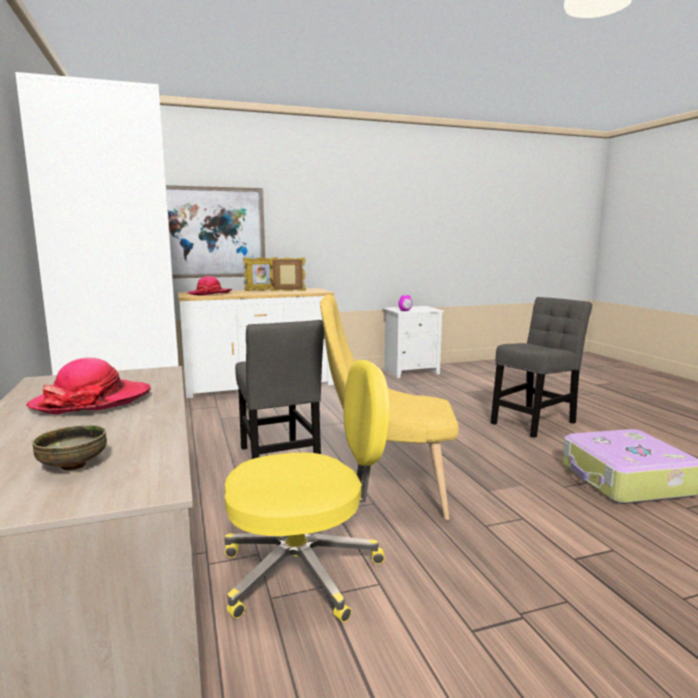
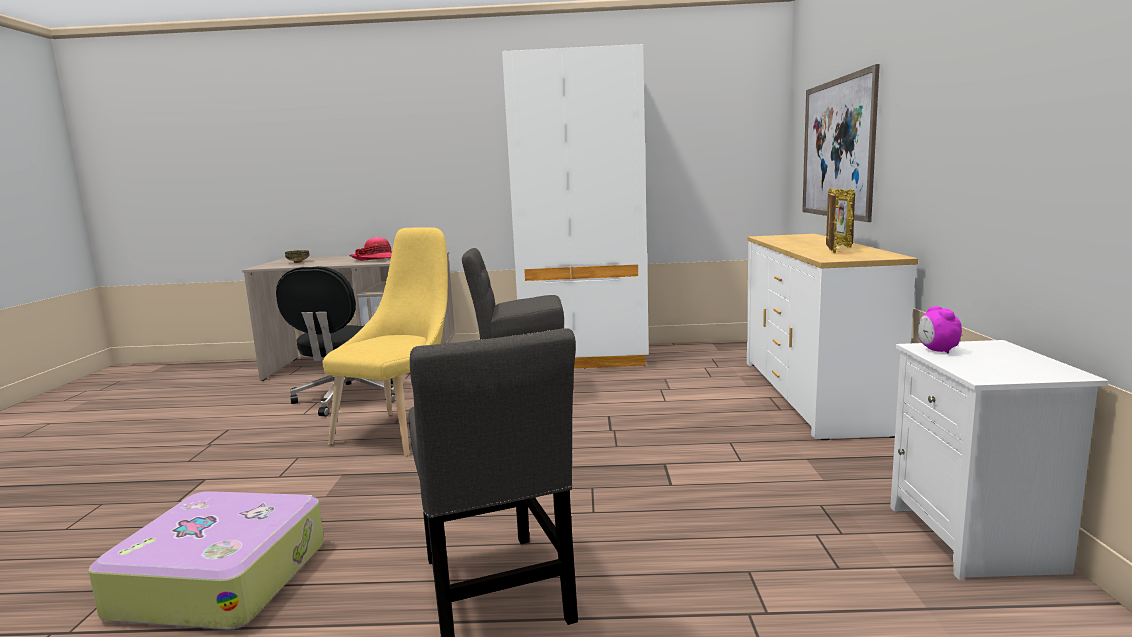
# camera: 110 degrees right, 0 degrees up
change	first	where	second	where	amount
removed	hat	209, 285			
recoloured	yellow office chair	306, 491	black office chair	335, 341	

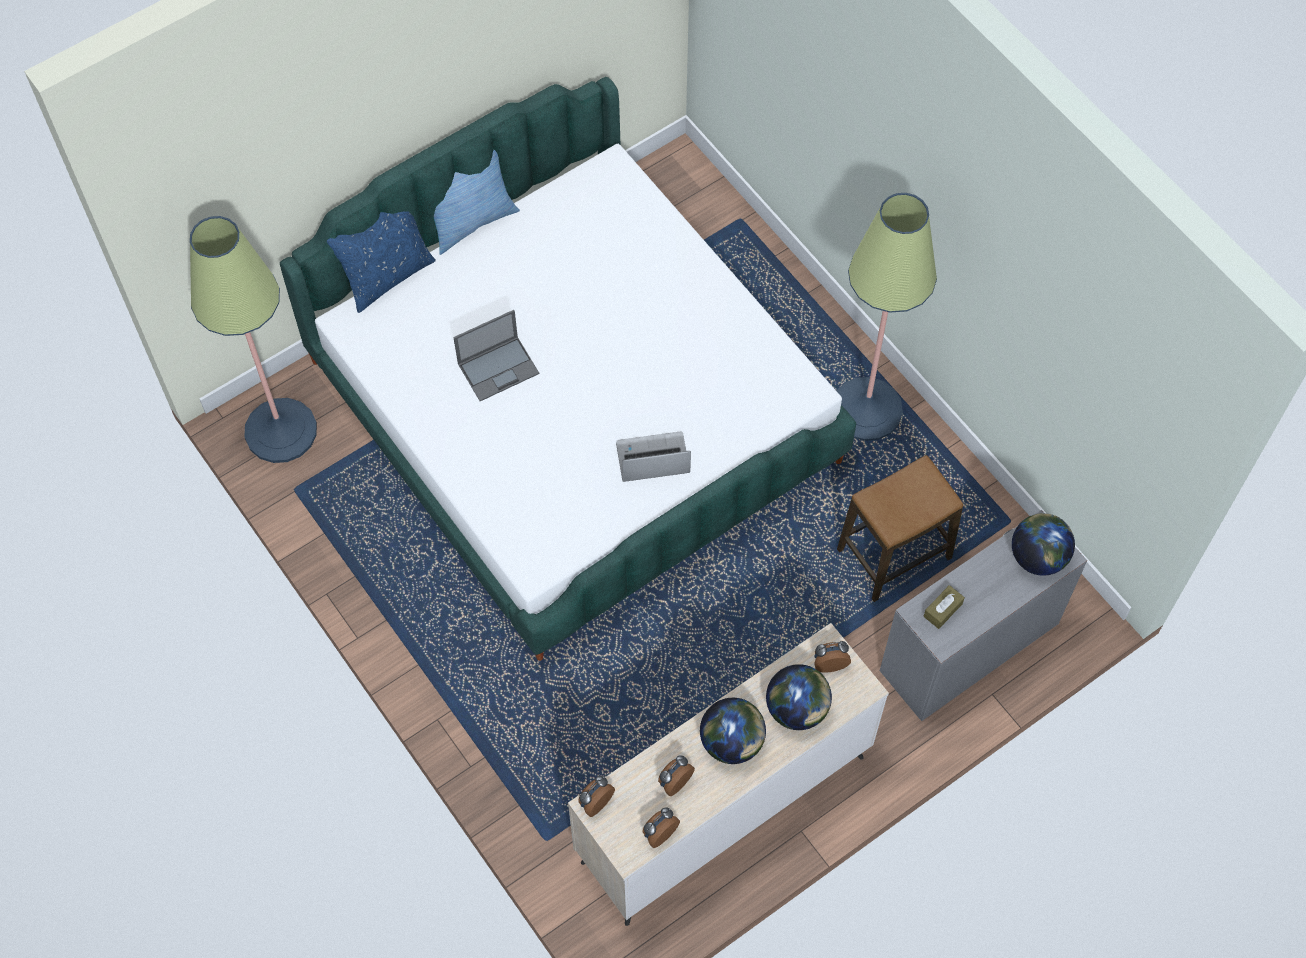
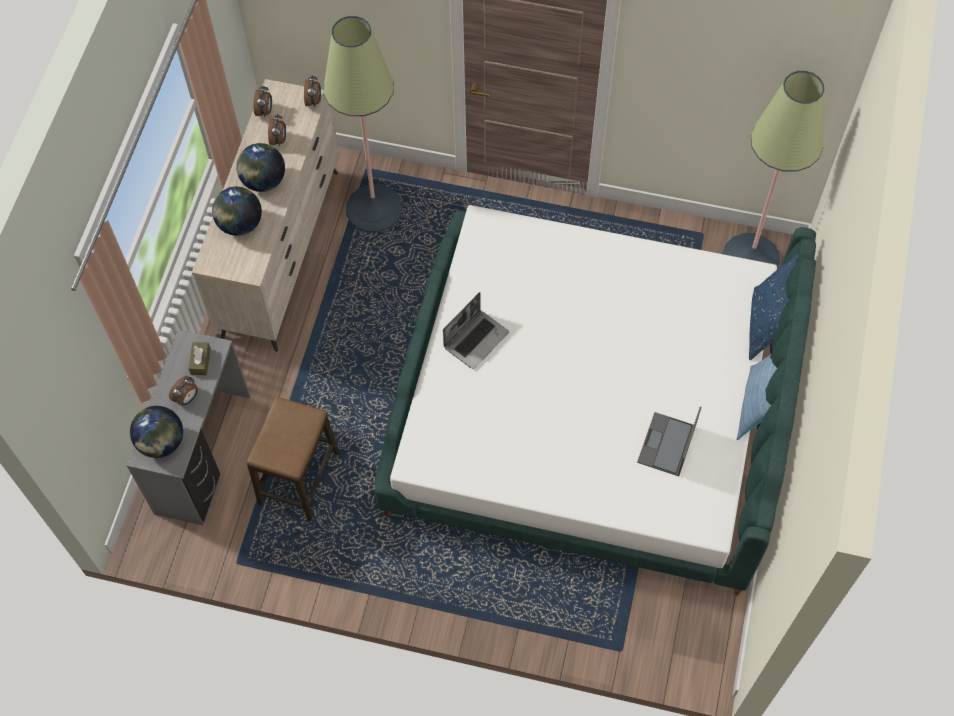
# camera: 140 degrees right, 0 degrees up
change	first	where	second	where	amount
moved	laptop	496, 355		669, 441	
moved	alarm clock	832, 657		183, 391	
moved	floor lamp	887, 317		363, 124	

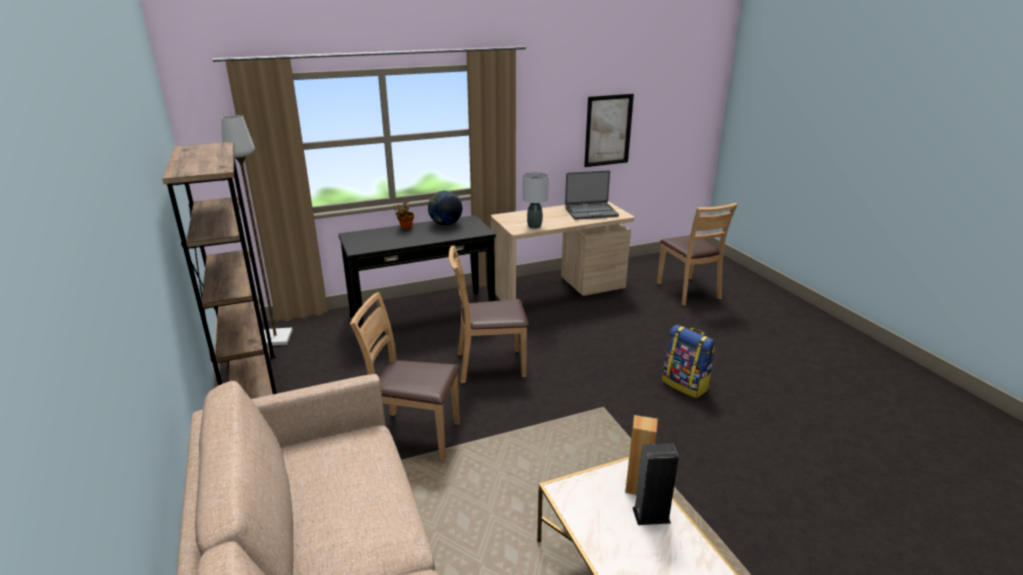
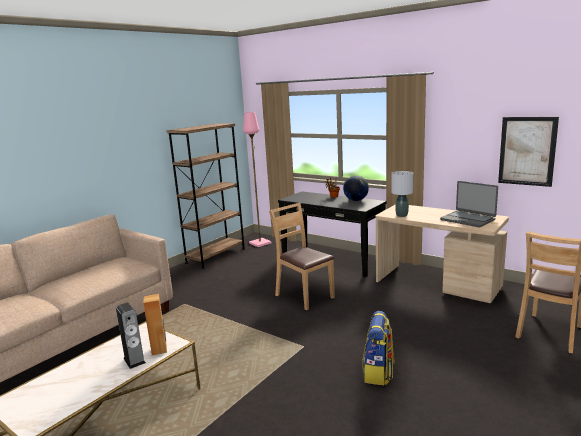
# camera: 60 degrees right, 10 degrees down
change	first	where	second	where	amount
removed	brown chair	405, 376			
recoloured	grey floor lamp	257, 230	pink floor lamp	257, 179	

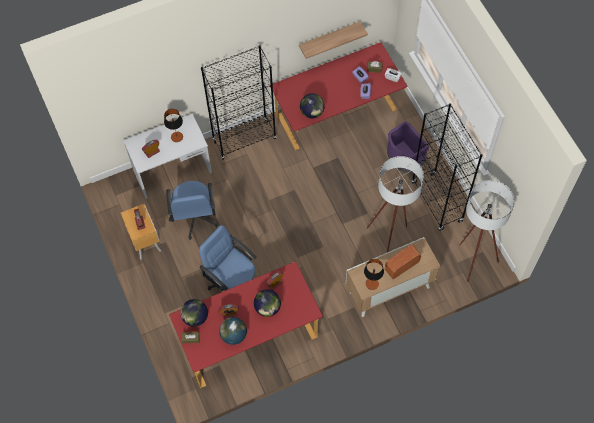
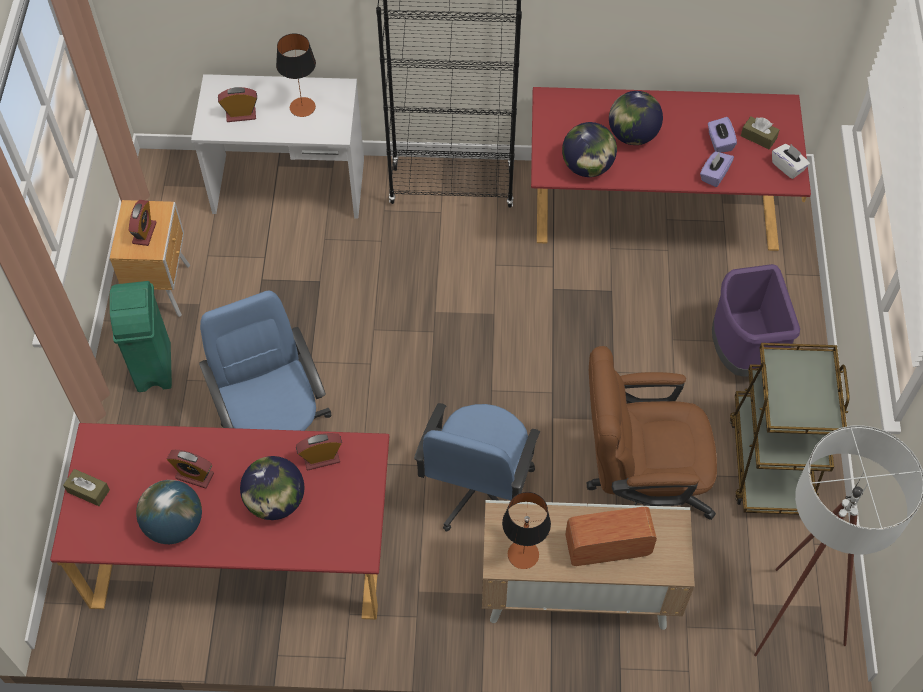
# camera: 25 degrees right, 5 degrees down
change	first	where	second	where	amount
removed	shelf	333, 40			
added			green trash can	141, 336	
moved	blue office chair	192, 210		477, 467	
moved	globe	194, 313		636, 118	
replaced	white floor lamp	395, 204	brown office chair	652, 433	
replaced	black bookcase	447, 167	brown cart	789, 429	

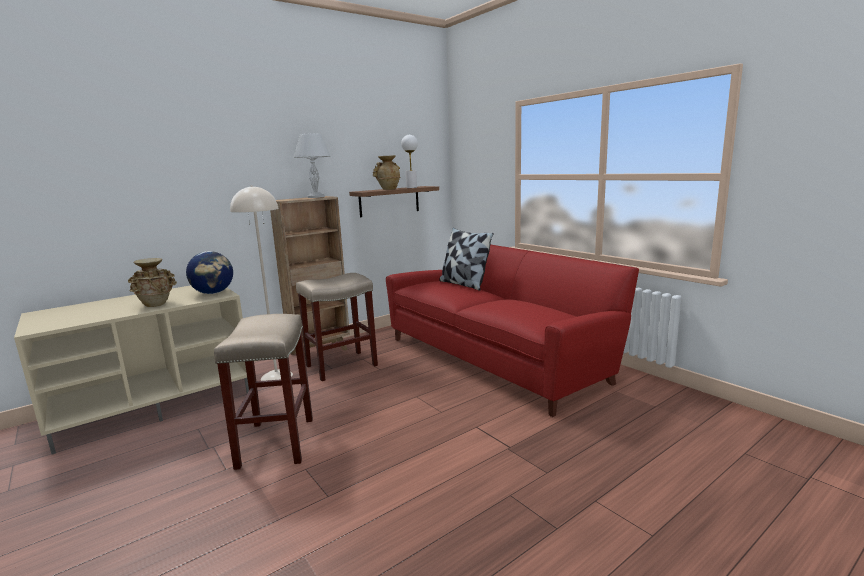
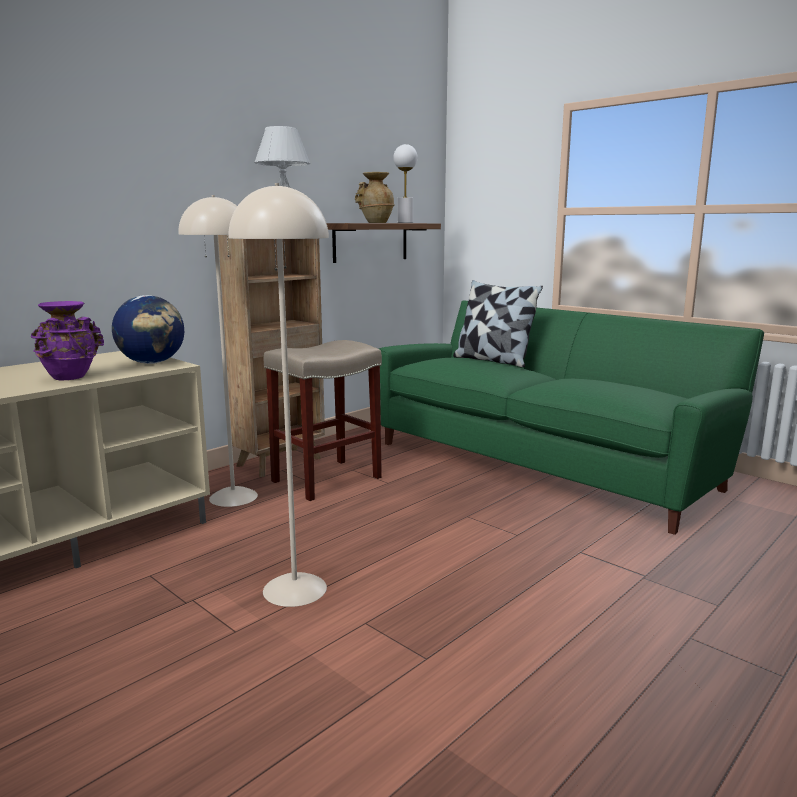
# camera: 10 degrees left, 0 degrees up
change	first	where	second	where	amount
replaced	beige stool	263, 392	beige floor lamp	278, 395	
recoloured	beige vase	152, 282	purple vase	67, 340	
recoloured	red sofa	512, 330	green sofa	571, 417	

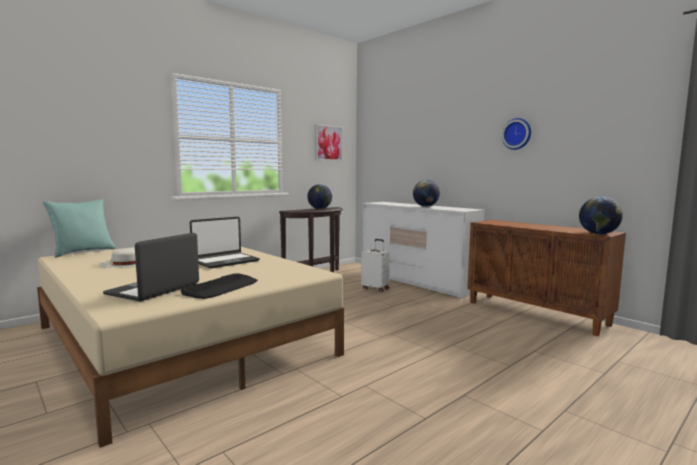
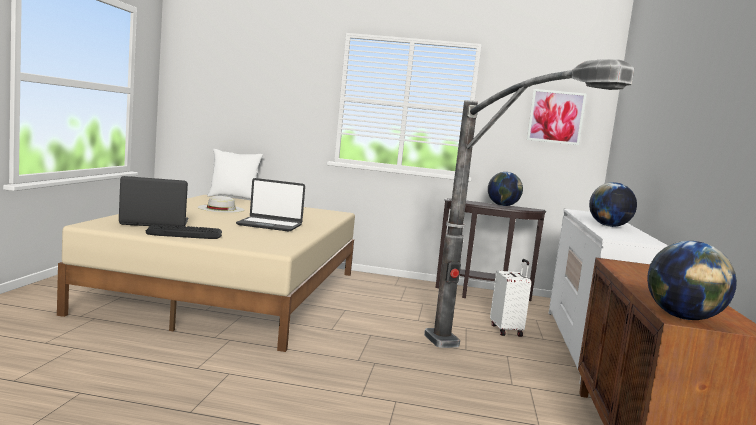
# camera: 50 degrees right, 0 degrees up
change	first	where	second	where	amount
removed	wall clock	516, 134			
added			floor lamp	529, 203	
recoloured	turquoise pillow	79, 228	white pillow	235, 174	

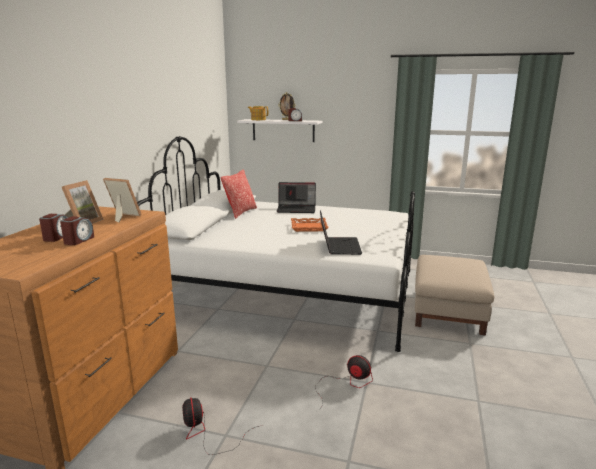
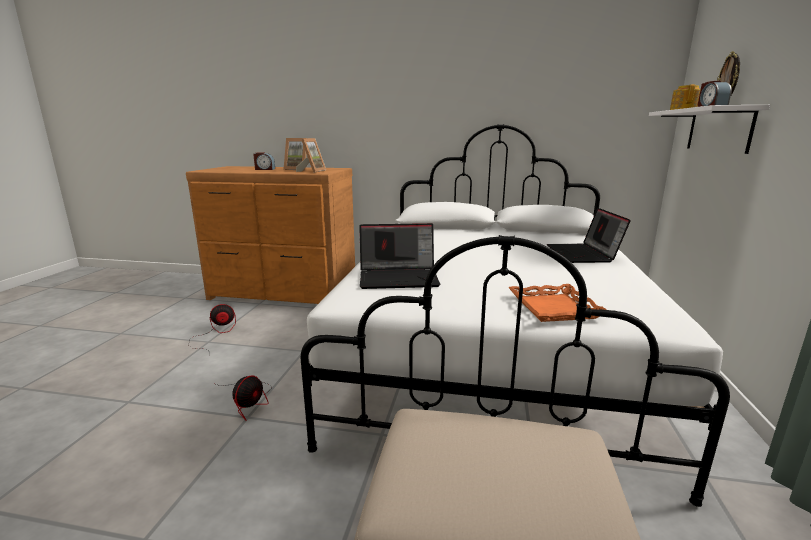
# camera: 85 degrees right, 0 degrees up
change	first	where	second	where	amount
removed	alarm clock	77, 230			
removed	pillow	239, 194			
moved	orange tray	310, 225		557, 303	

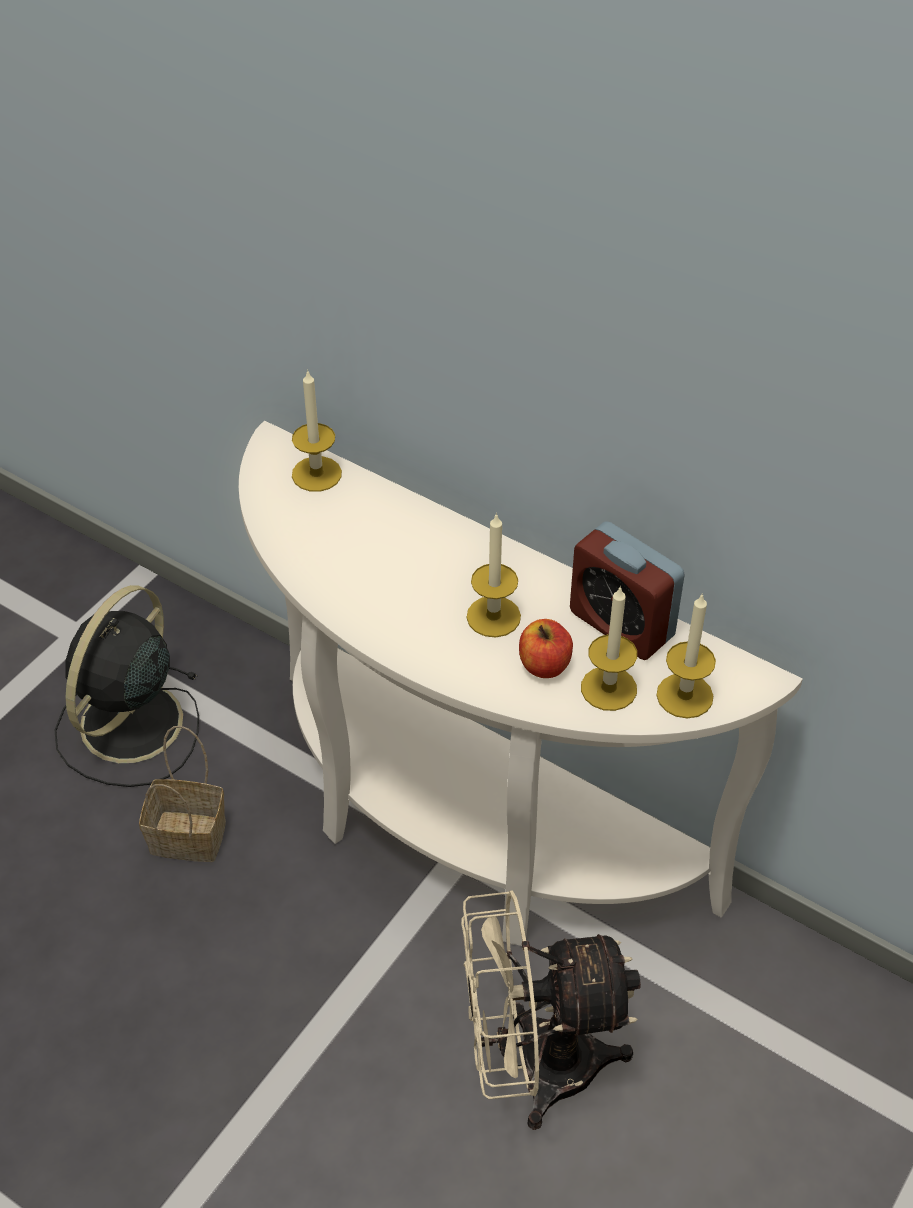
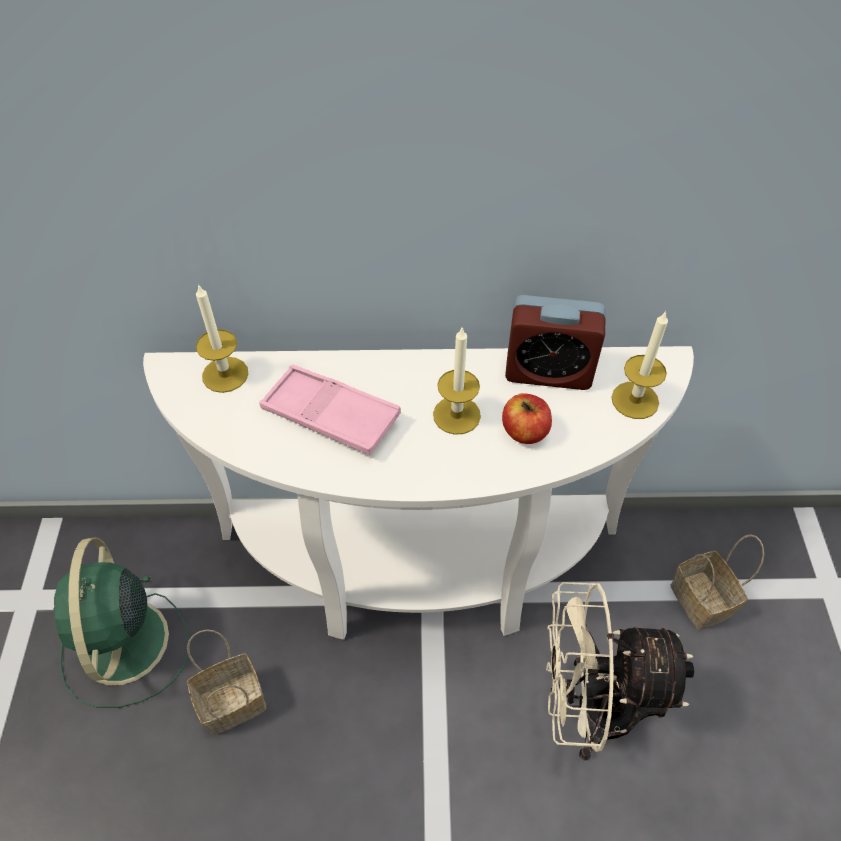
# camera: 35 degrees left, 5 degrees up
change	first	where	second	where	amount
removed	candle	609, 648			
added			pink tray	330, 409	
added			basket	717, 582	
recoloured	black fan	127, 686	green fan	121, 622	
turned	beige fan	551, 1010		620, 671	45 degrees clockwise

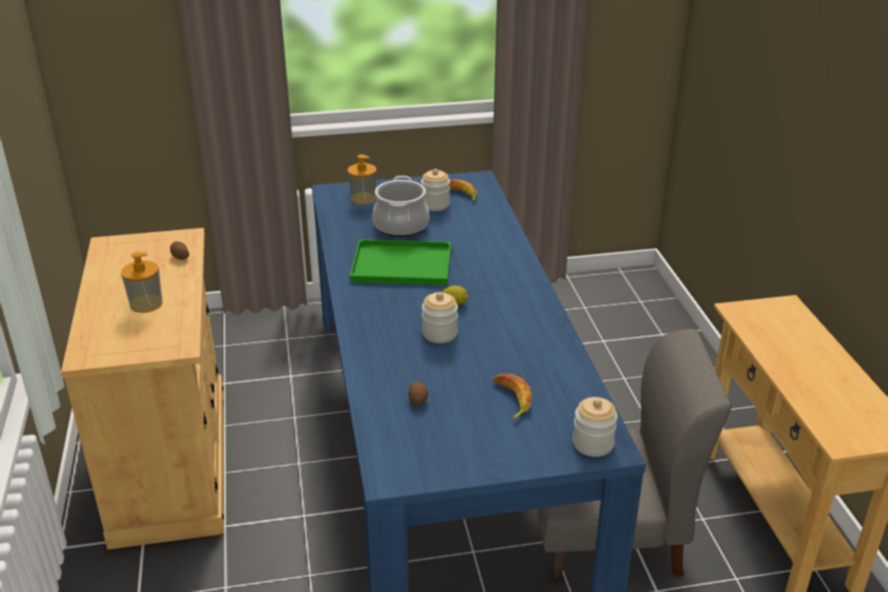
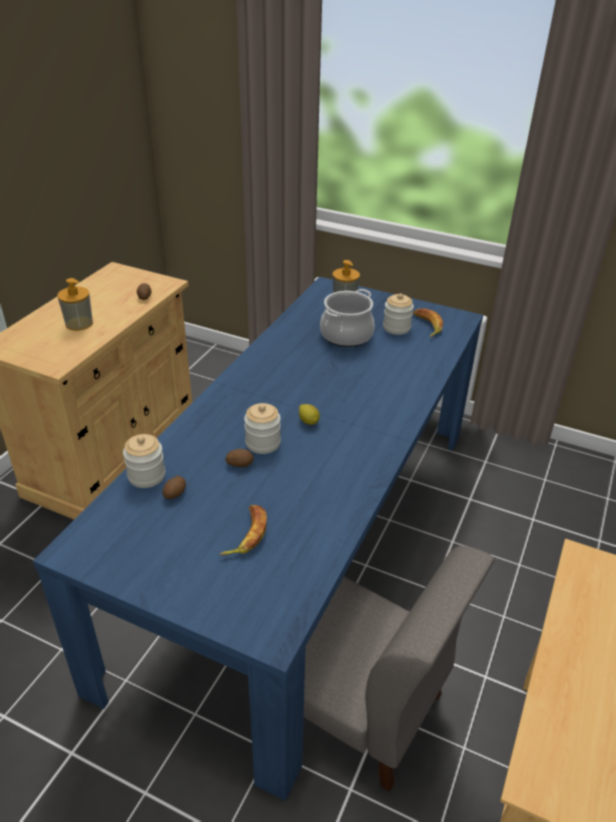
# camera: 35 degrees right, 5 degrees up
change	first	where	second	where	amount
removed	green tray	400, 262			
added			potato	240, 458	
moved	jar	595, 427		144, 461	

